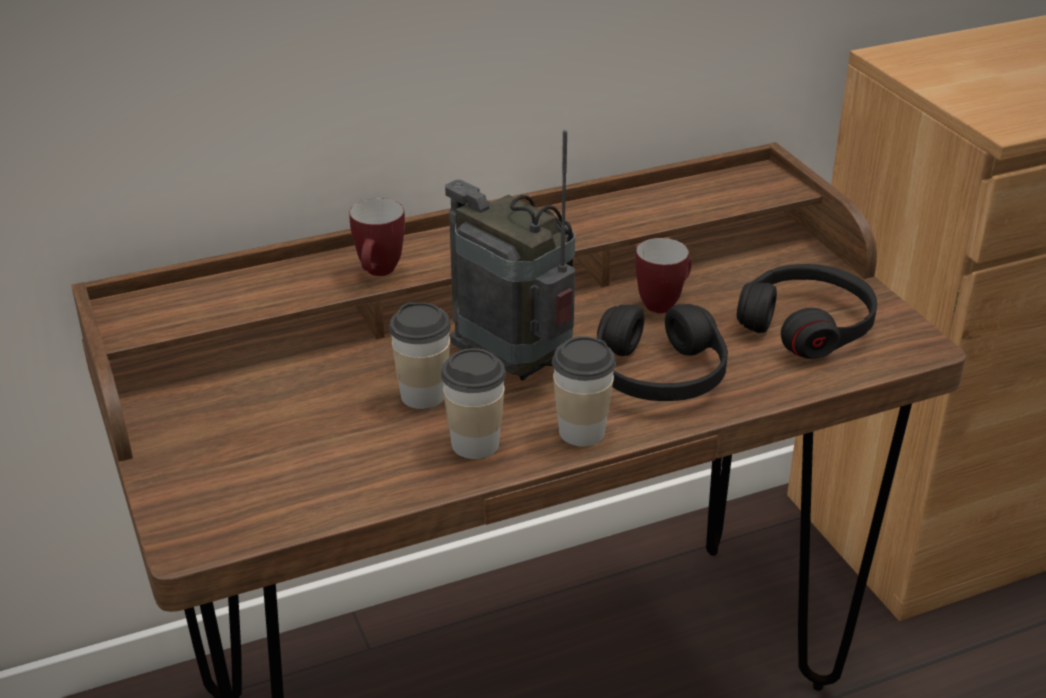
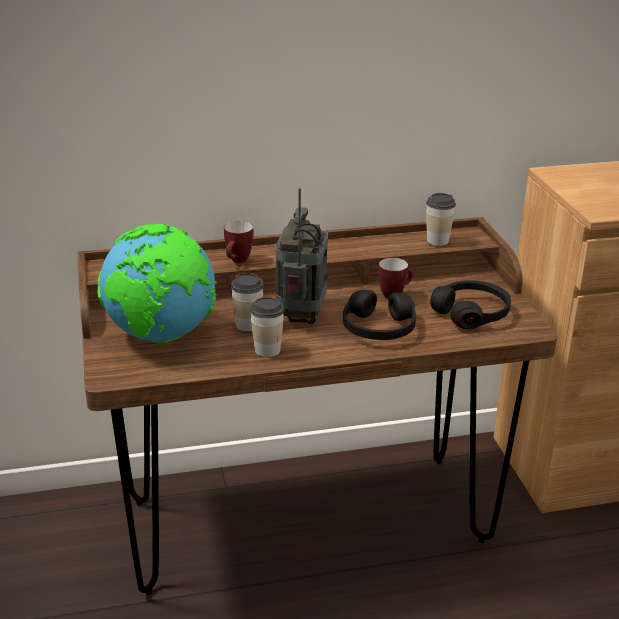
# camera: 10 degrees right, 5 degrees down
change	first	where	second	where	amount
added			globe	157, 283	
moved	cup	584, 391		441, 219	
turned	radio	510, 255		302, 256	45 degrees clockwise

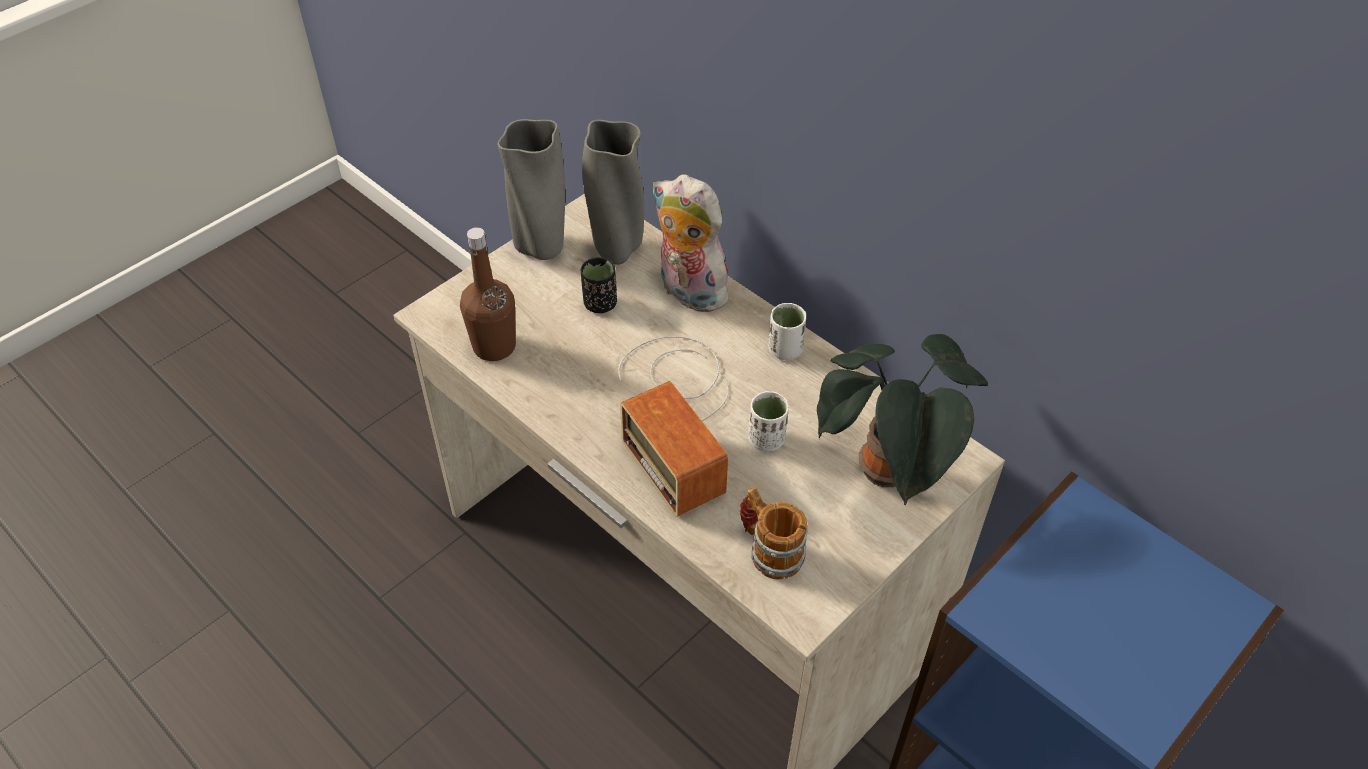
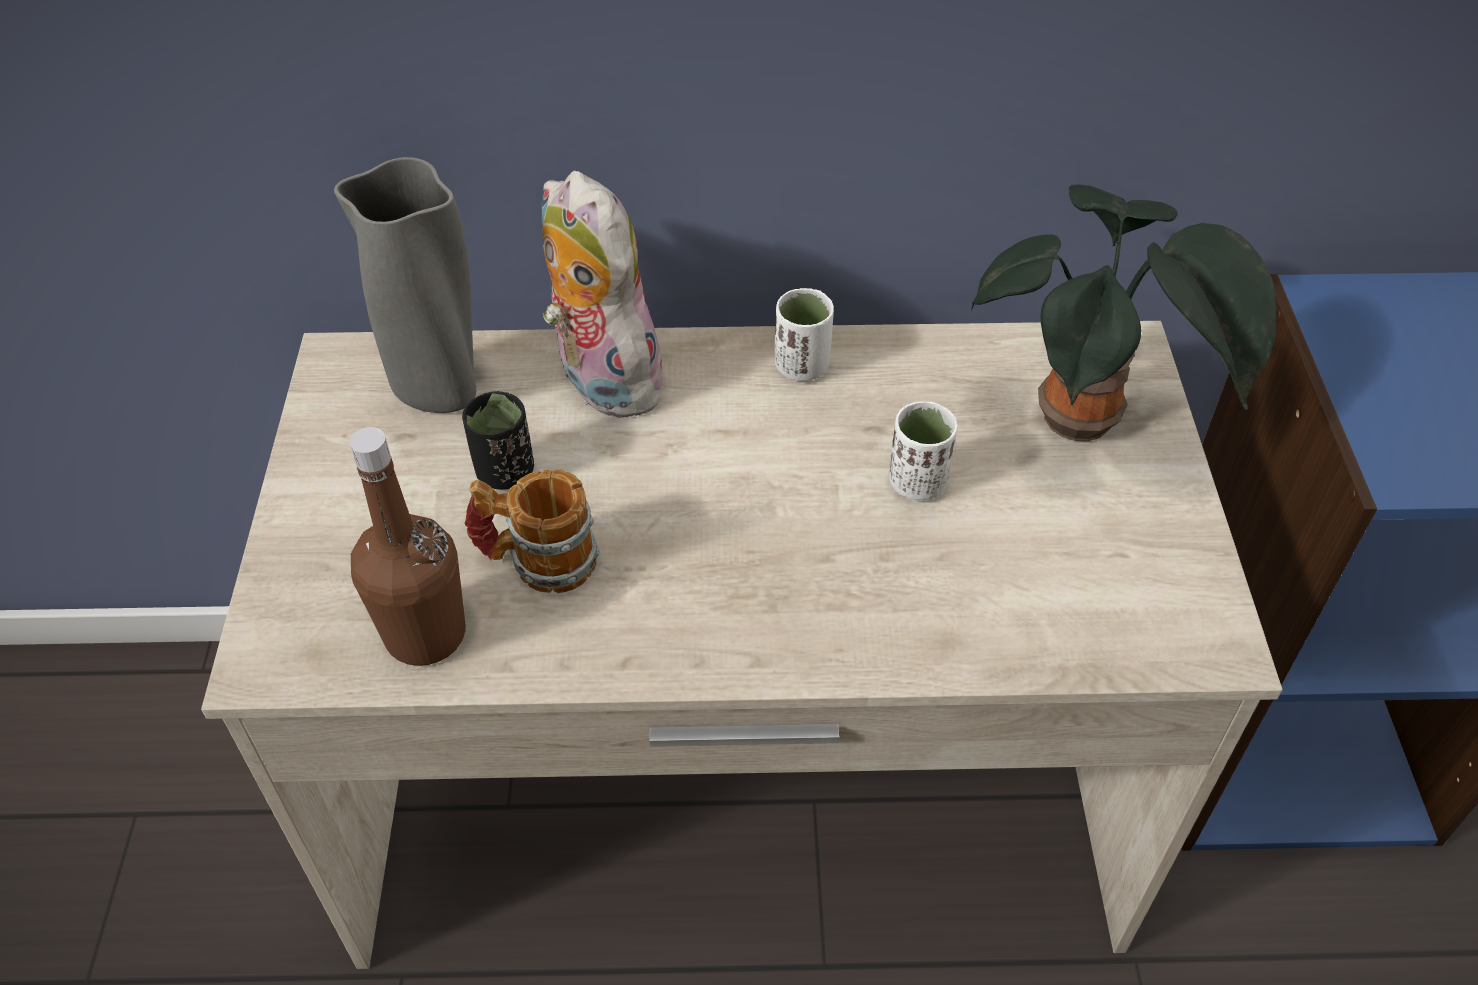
# camera: 45 degrees left, 0 degrees up
change	first	where	second	where	amount
removed	grey vase	531, 189			
removed	radio	673, 426			
moved	mug	774, 533		532, 531	
turned	plush toy	691, 243		607, 294	60 degrees clockwise

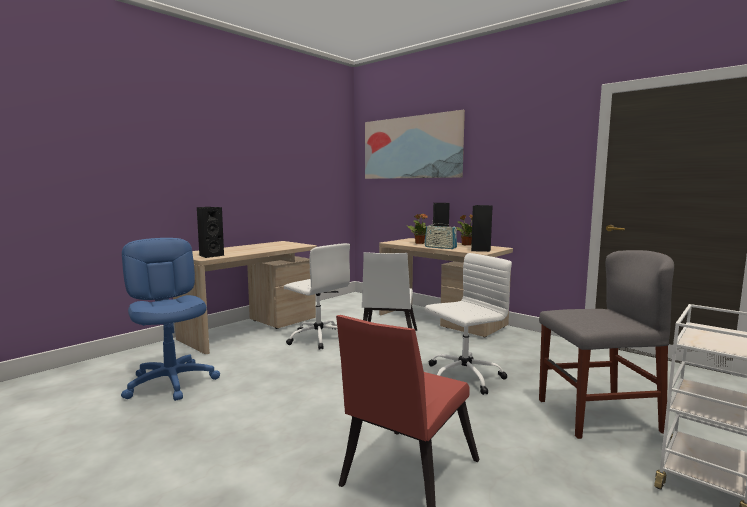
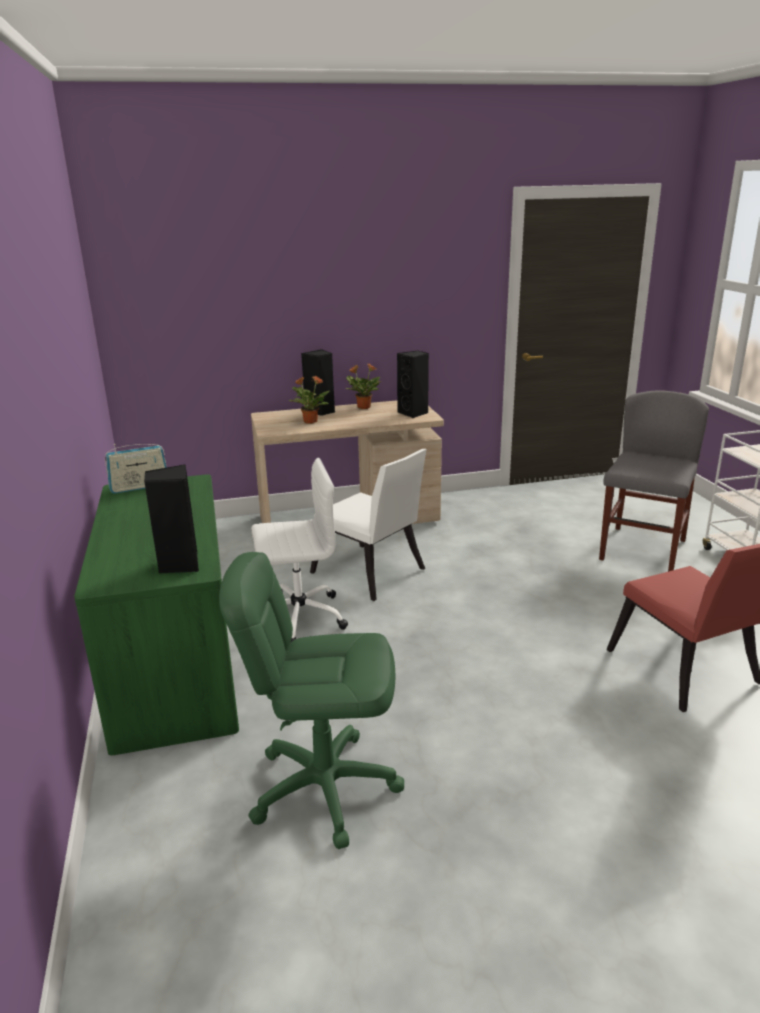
# camera: 55 degrees left, 15 degrees up
change	first	where	second	where	amount
removed	picture	415, 144			
removed	white office chair	468, 324			
moved	radio	441, 235		136, 469	
recoloured	blue office chair	170, 319	green office chair	311, 700	
recoloured	beige desk	245, 297	green desk	156, 614	

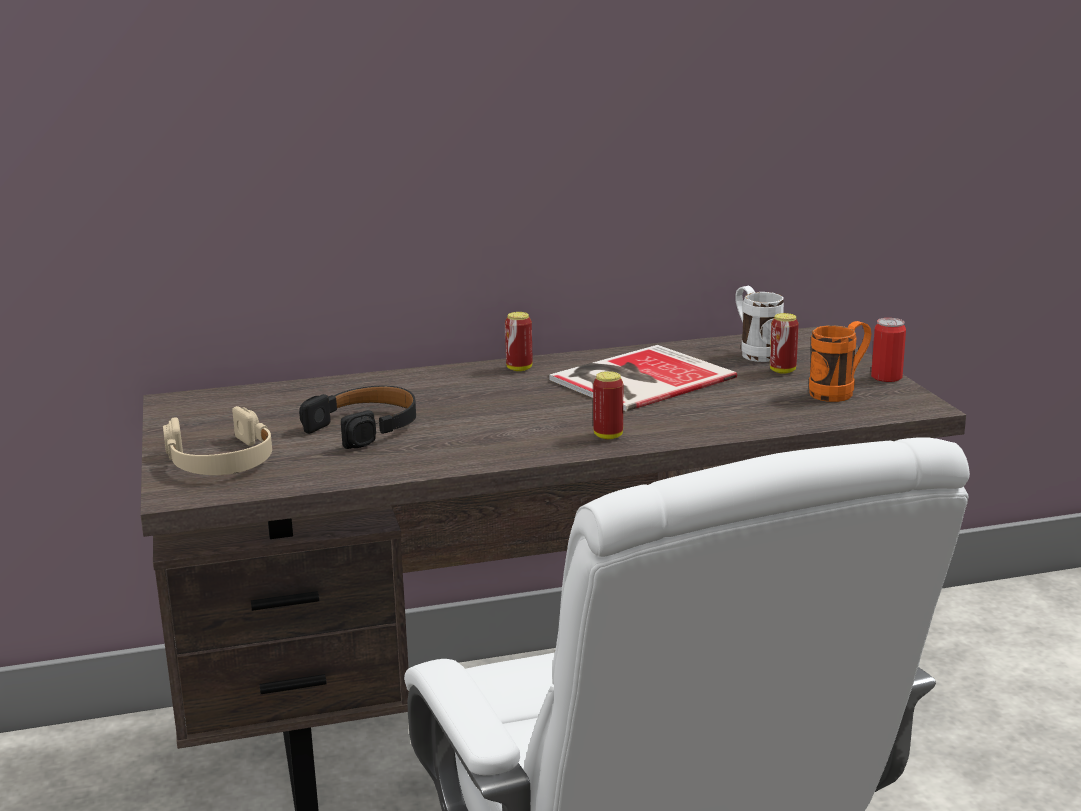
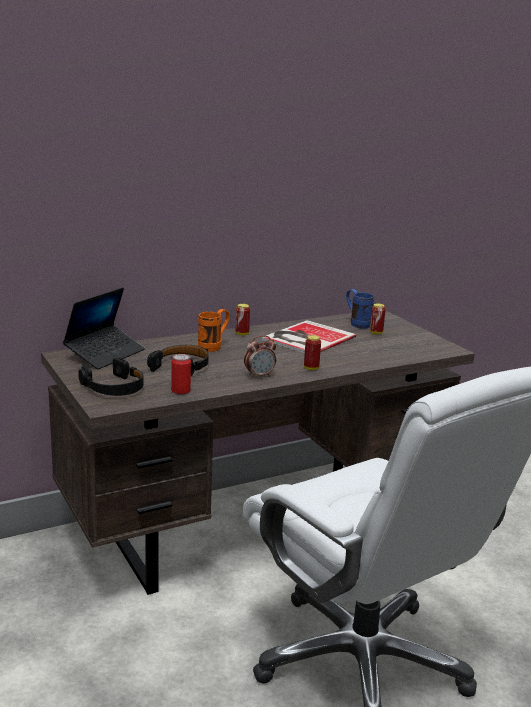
# camera: 15 degrees left, 0 degrees up
change	first	where	second	where	amount
added			laptop	104, 328	
added			alarm clock	260, 357	
moved	orange mug	840, 361		214, 330	
moved	can	888, 350		181, 374	
recoloured	beige headphones	217, 440	black headphones	111, 377	
recoloured	white mug	759, 324	blue mug	360, 309	

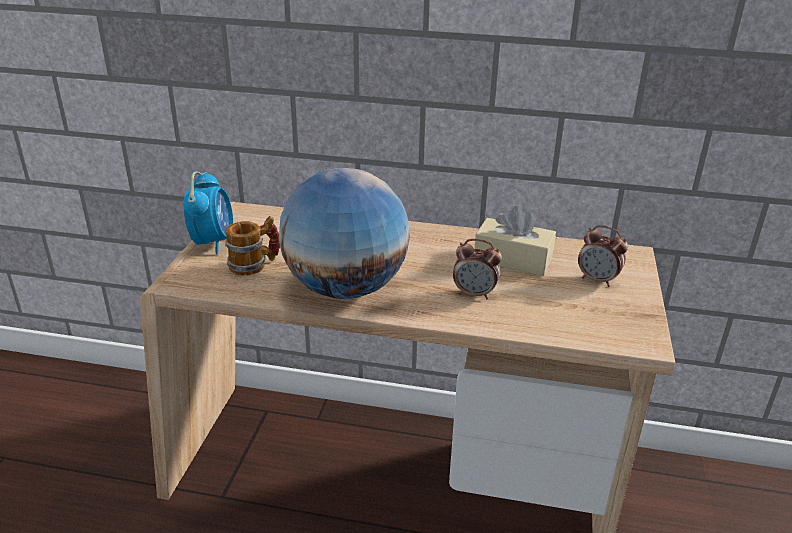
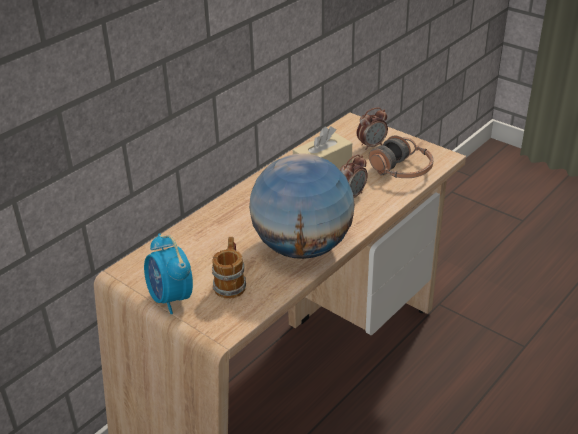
# camera: 60 degrees left, 5 degrees up
change	first	where	second	where	amount
added			headphones	401, 156	
turned	alarm clock	208, 213		168, 273	150 degrees counterclockwise

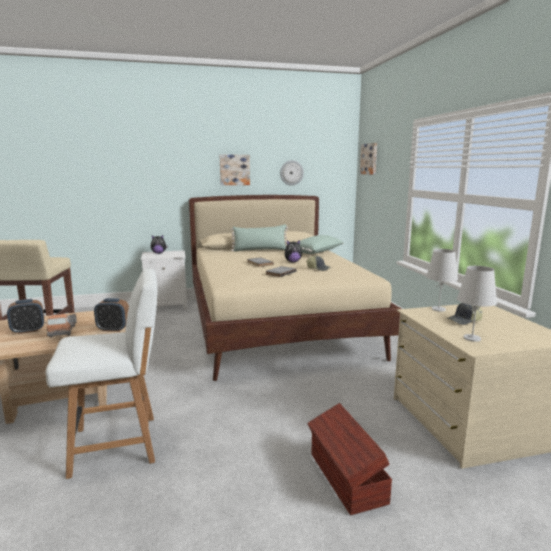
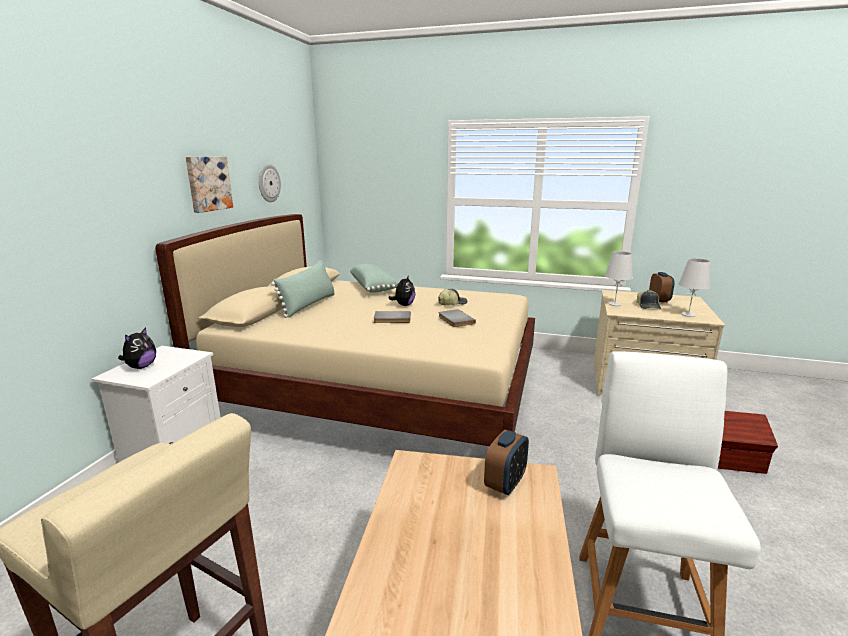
# camera: 60 degrees left, 5 degrees up
change	first	where	second	where	amount
removed	toy truck	61, 325			
removed	picture	368, 159			
moved	alarm clock	25, 316		662, 287	

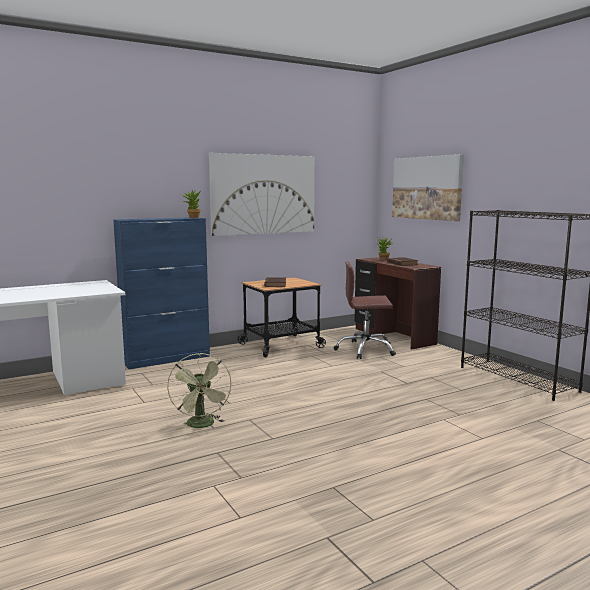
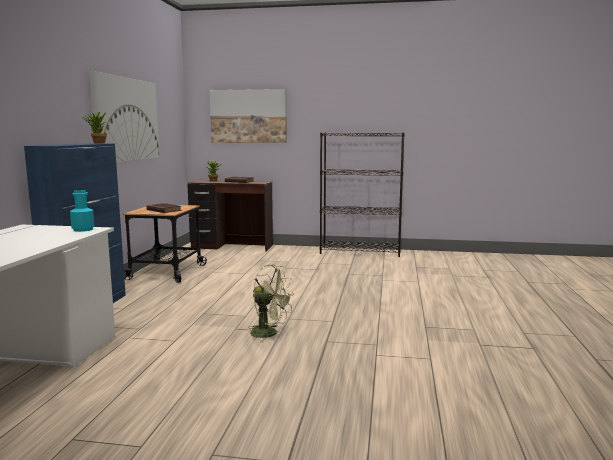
# camera: 50 degrees left, 0 degrees up
change	first	where	second	where	amount
removed	brown office chair	364, 310			
added			turquoise bottle	82, 211	

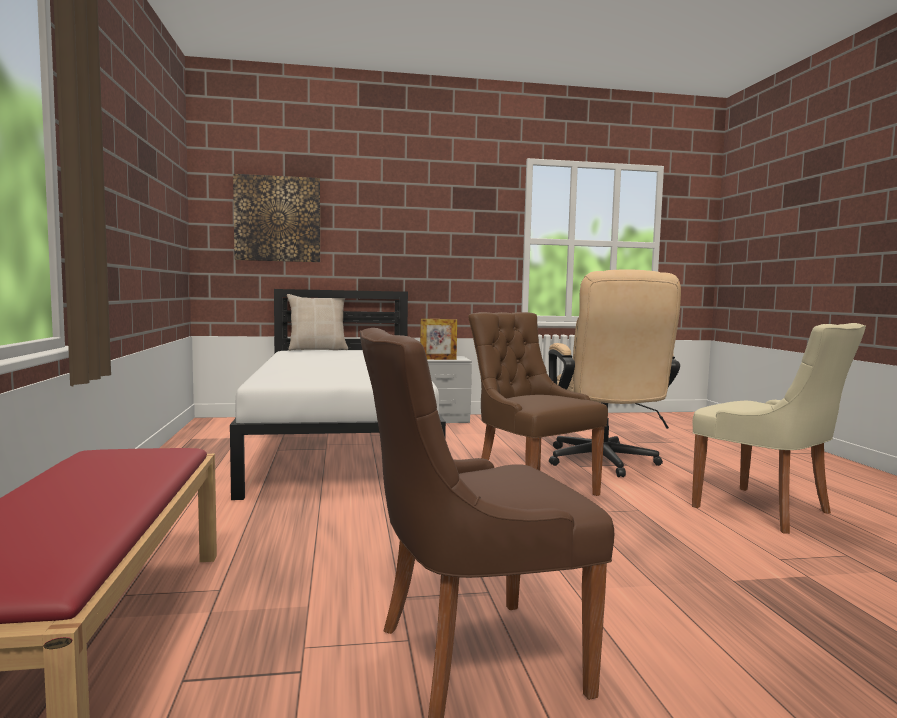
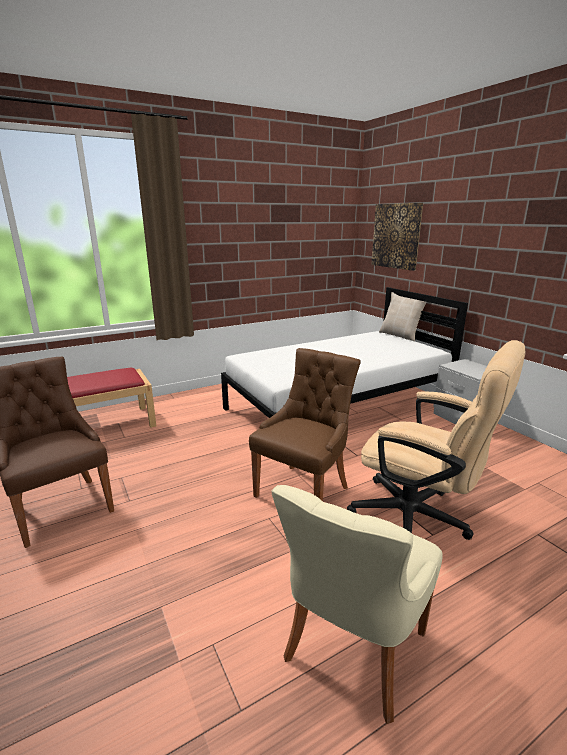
# camera: 70 degrees right, 15 degrees up
change	first	where	second	where	amount
removed	picture frame	438, 339			
turned	beige office chair	615, 373		436, 440	120 degrees counterclockwise

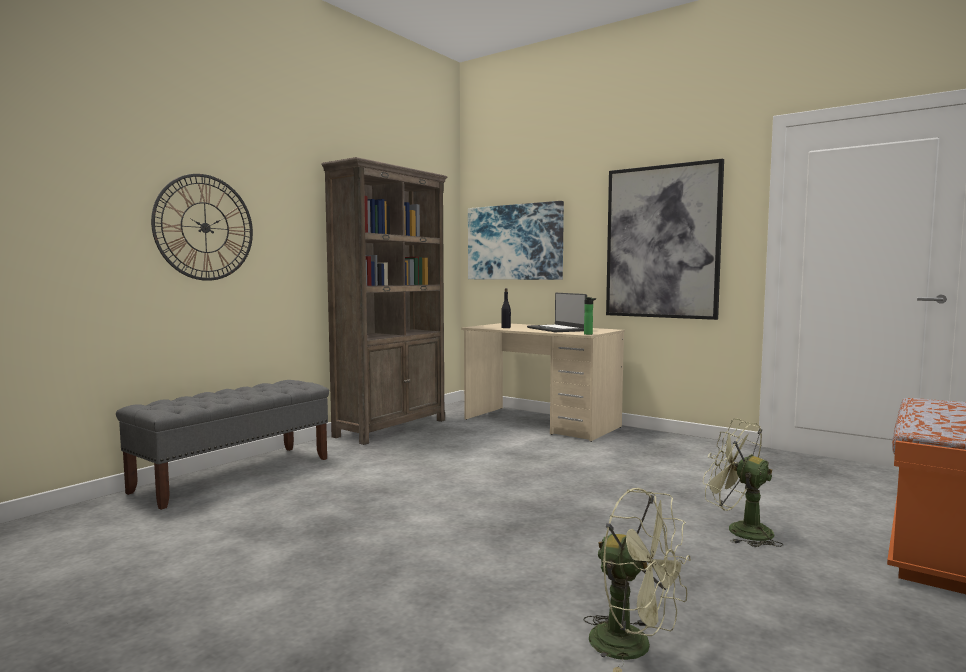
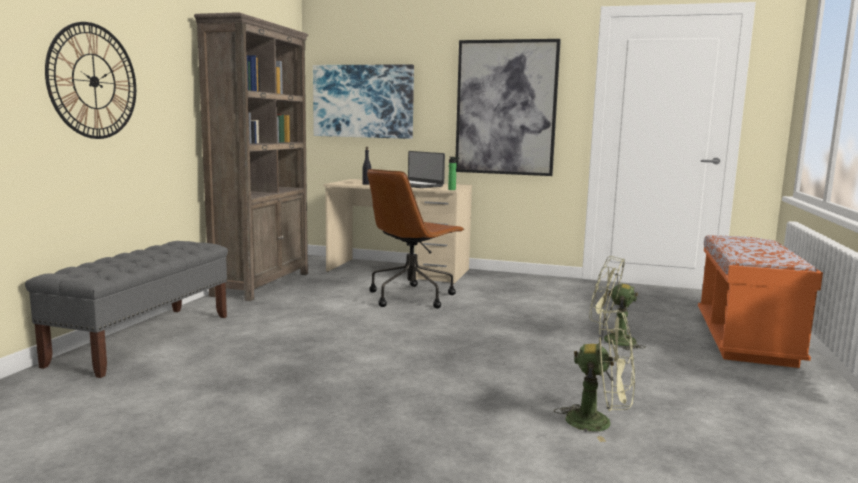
# camera: 20 degrees left, 5 degrees up
change	first	where	second	where	amount
added			brown office chair	416, 239	

